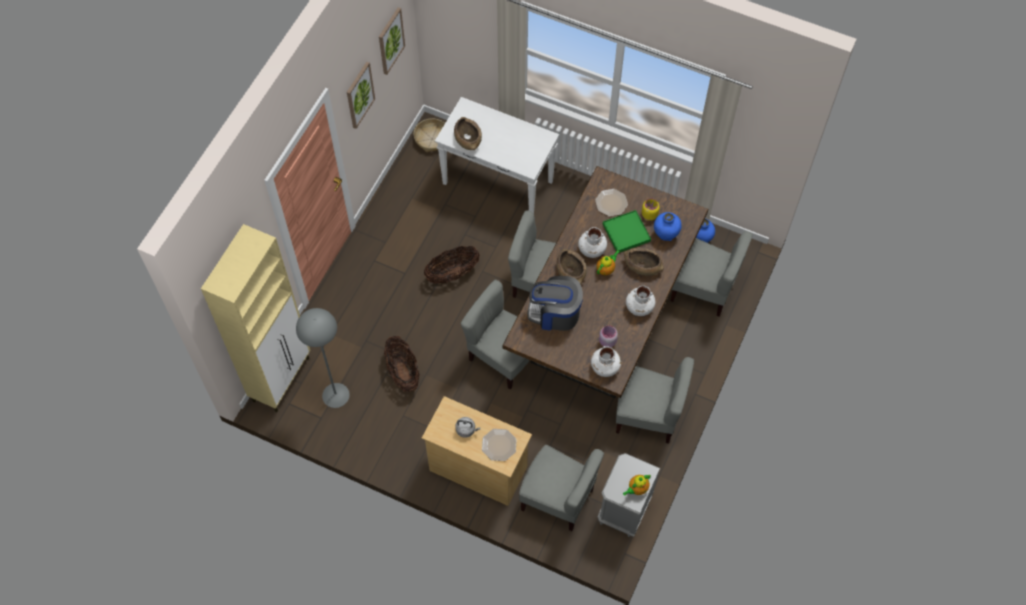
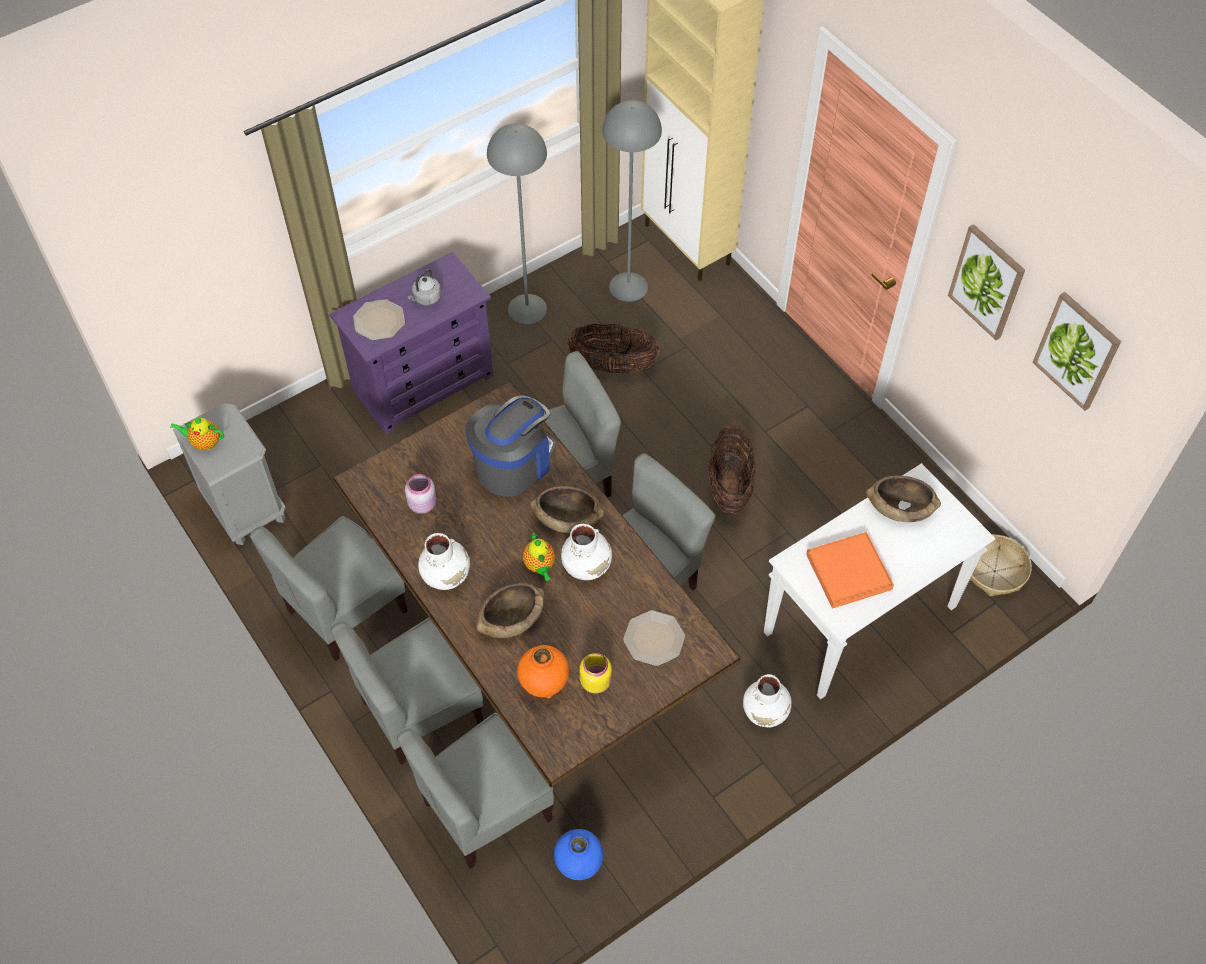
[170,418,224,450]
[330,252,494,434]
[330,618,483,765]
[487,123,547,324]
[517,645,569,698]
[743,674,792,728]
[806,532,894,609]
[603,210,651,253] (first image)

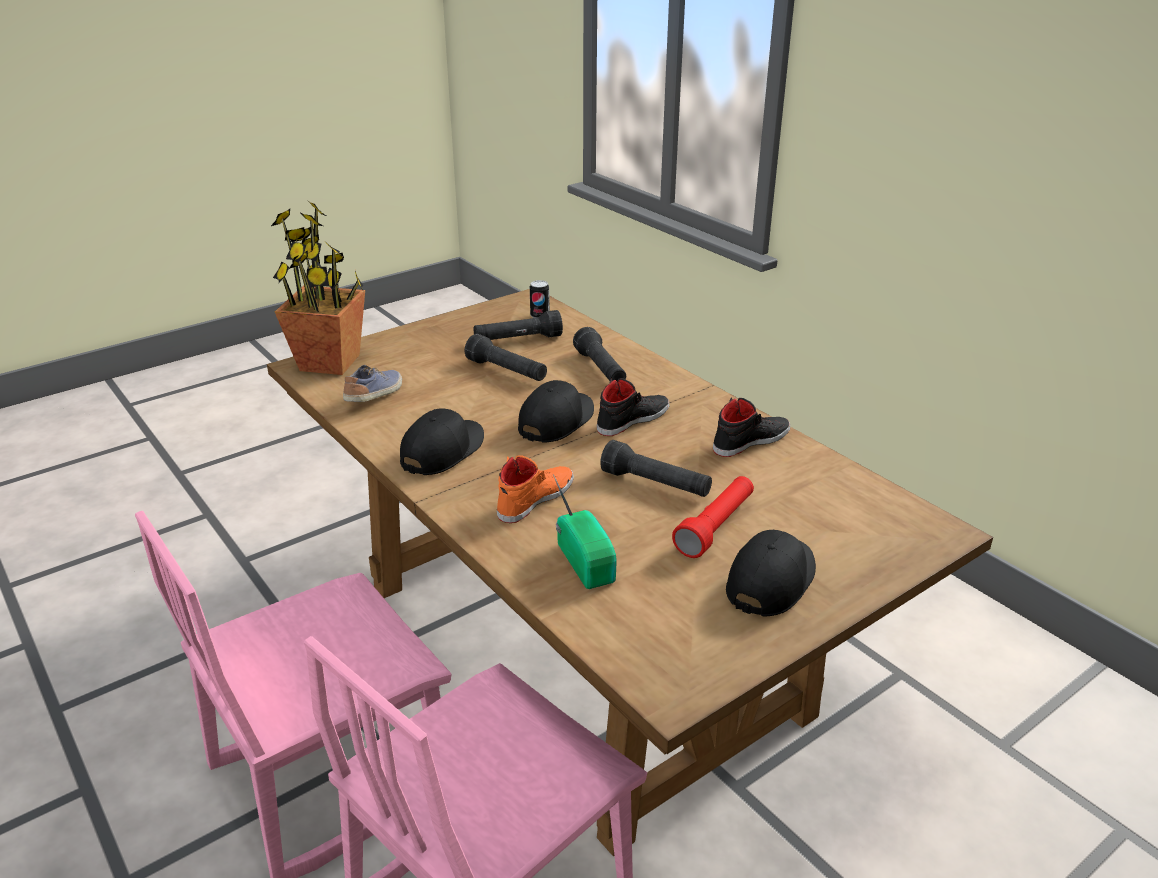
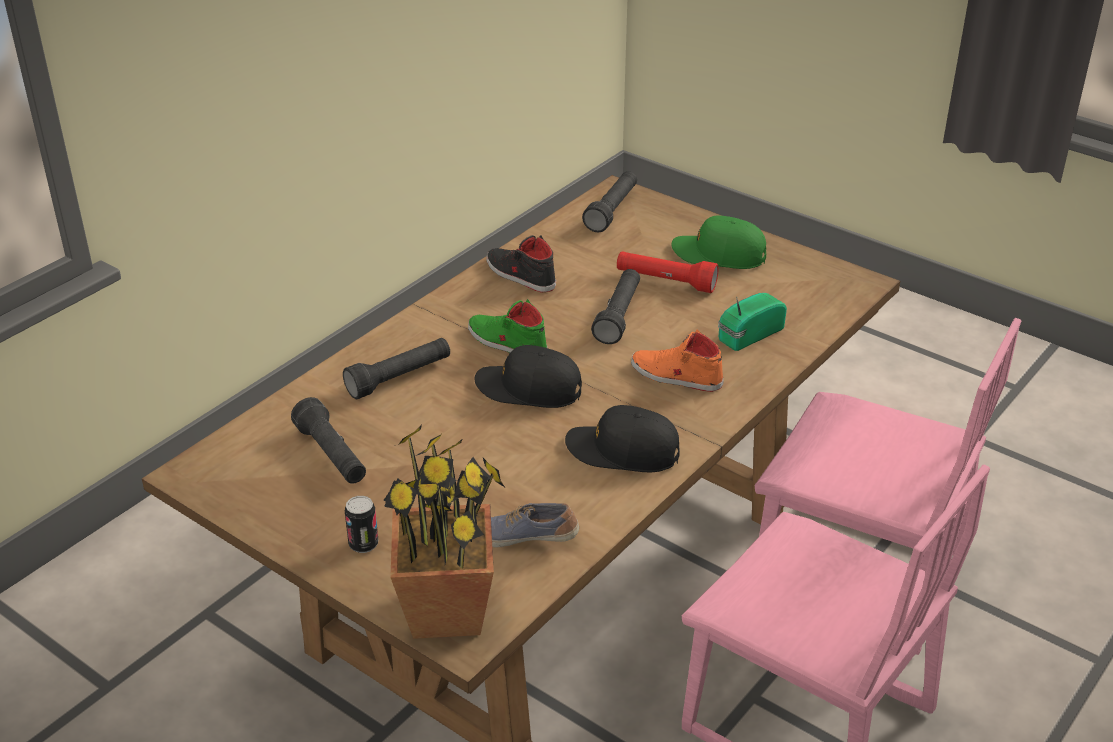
[345,496,378,553]
[468,299,548,353]
[582,171,637,232]
[672,215,766,269]

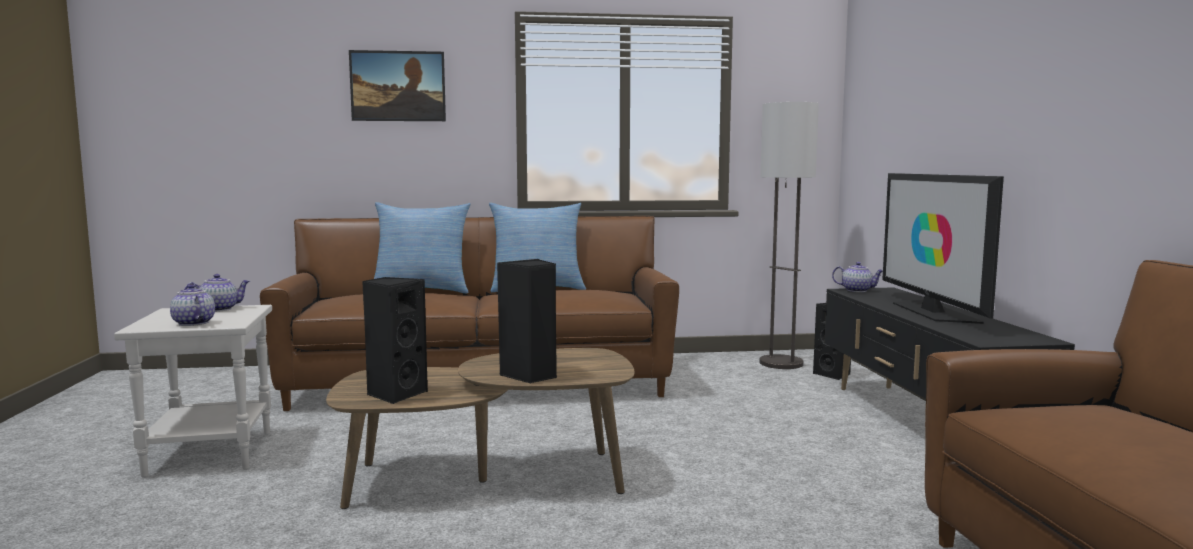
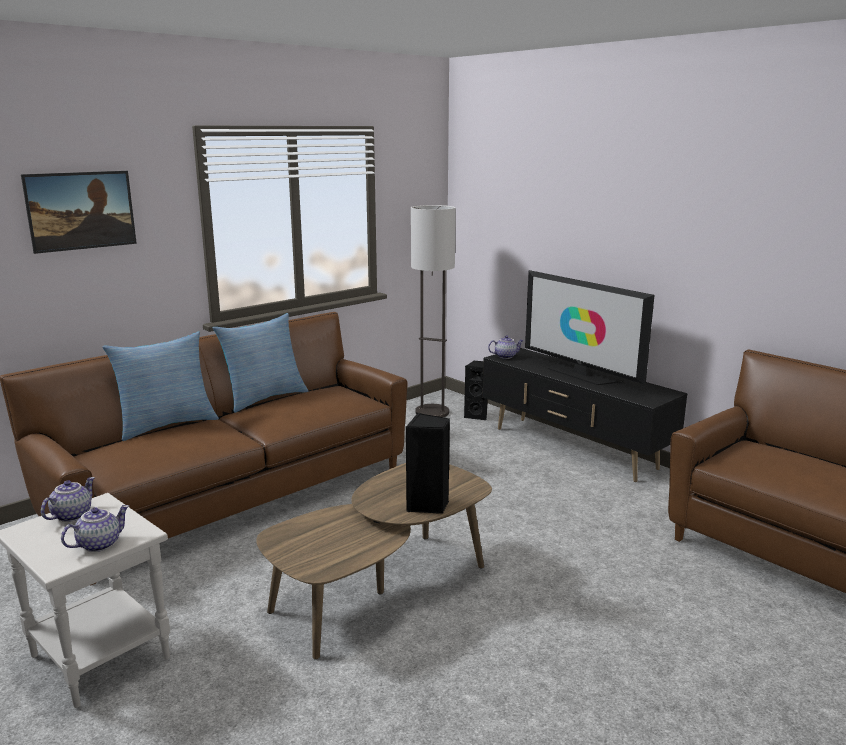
[61,505,129,552]
[362,277,428,404] (first image)

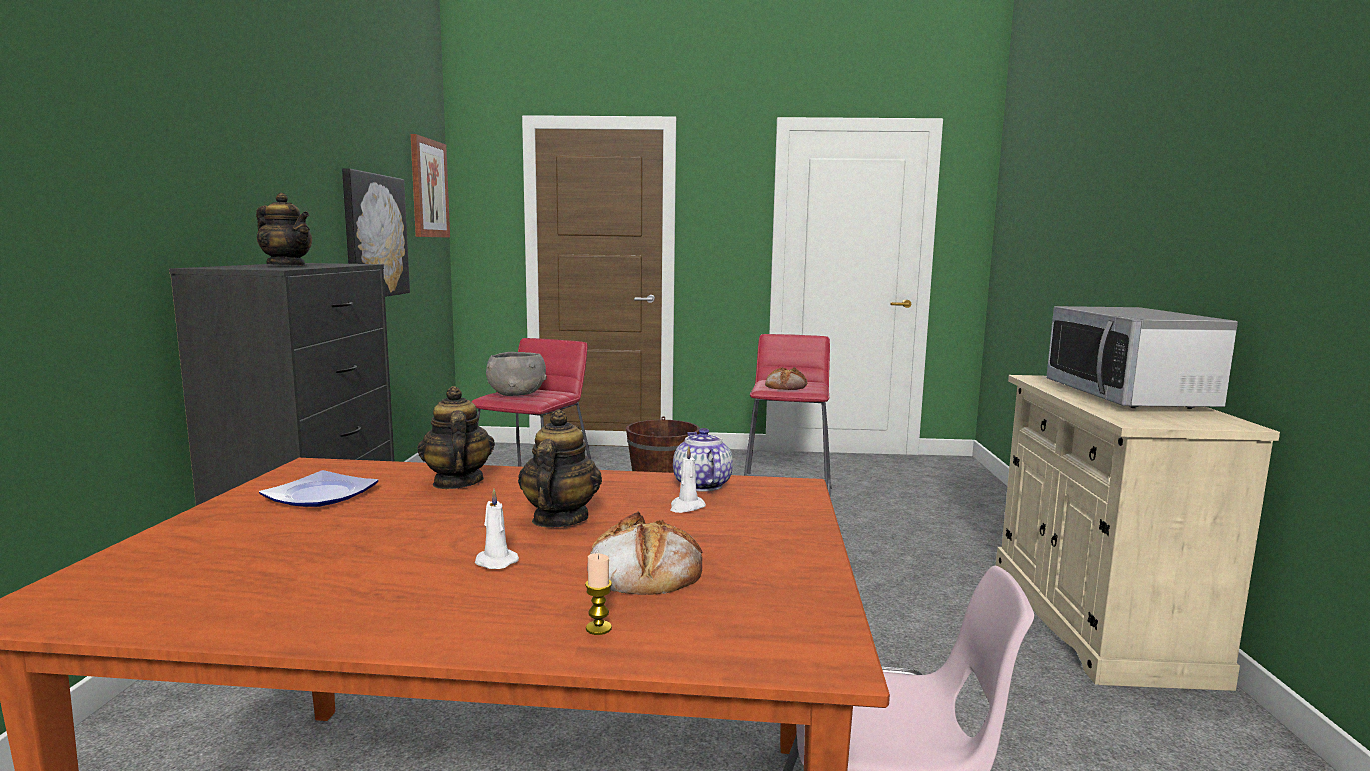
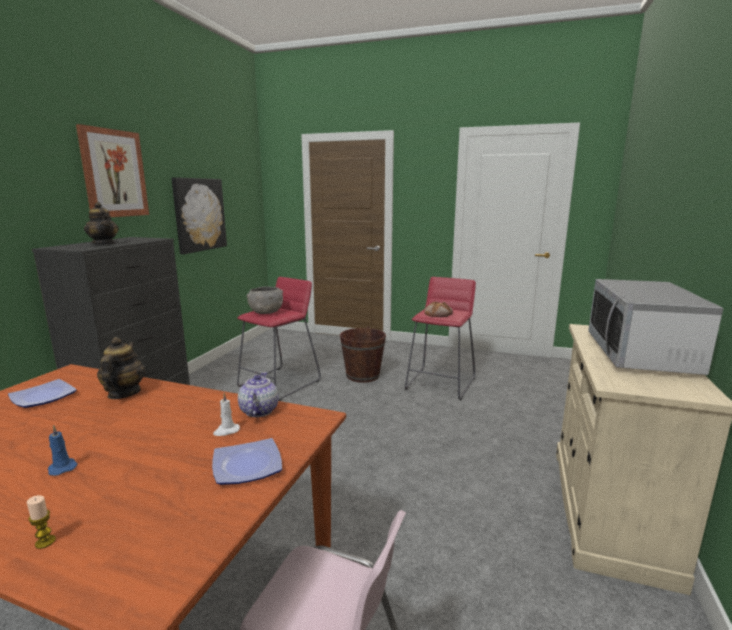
[48,425,78,476]
[76,124,149,217]
[212,438,282,485]
[518,409,602,528] (first image)
[587,512,702,595] (first image)

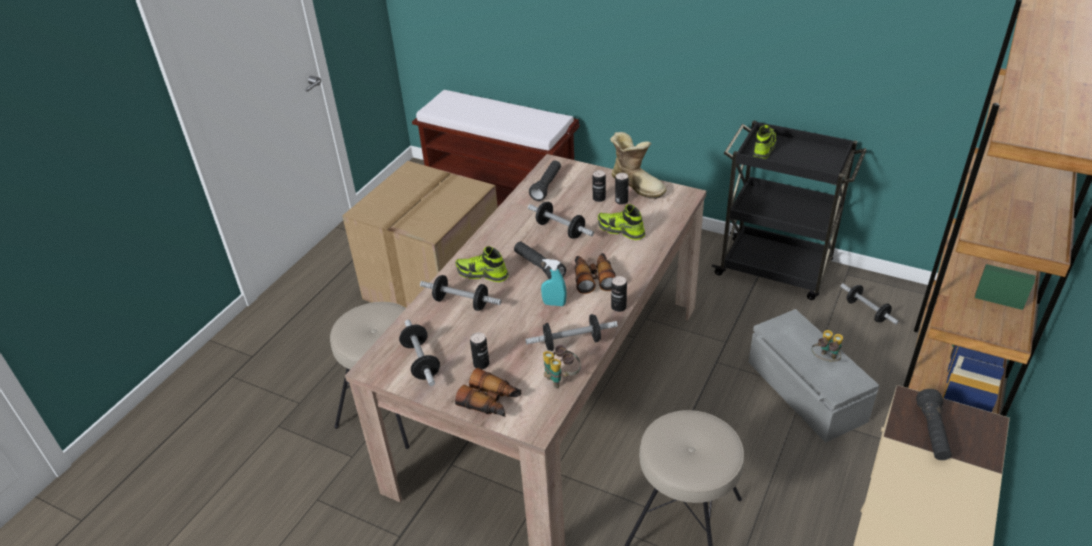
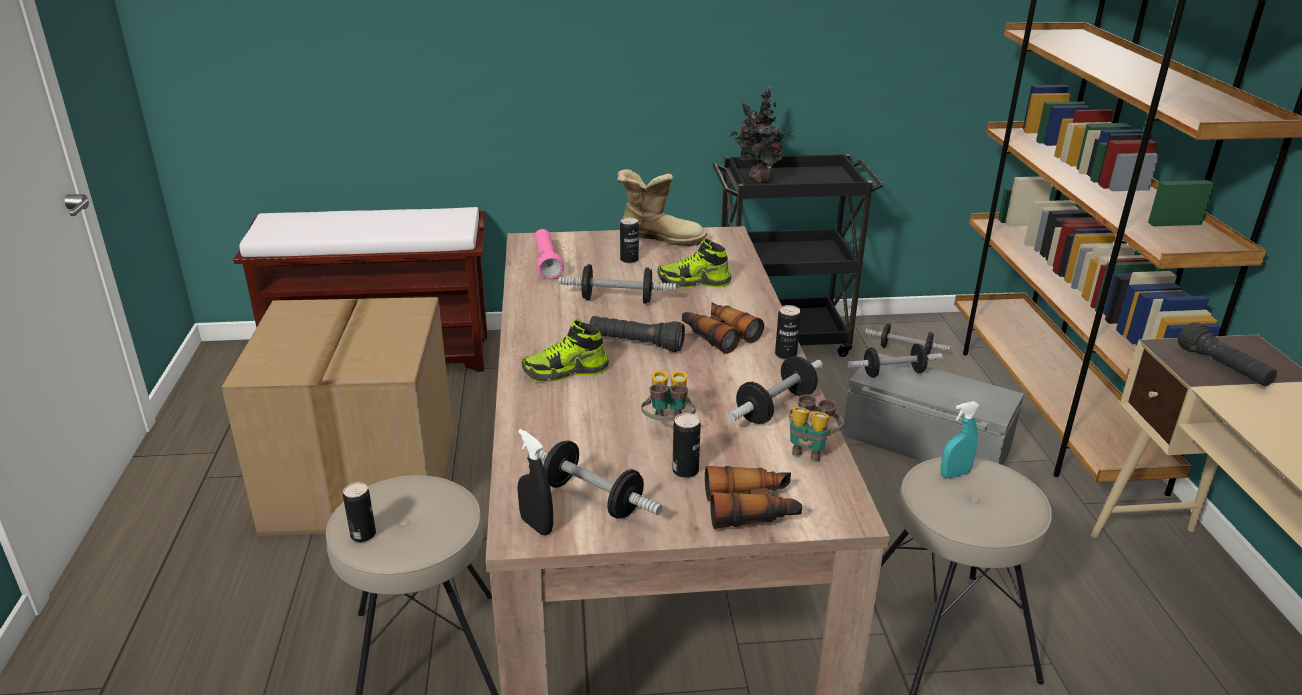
[343,482,376,542]
[517,429,553,535]
[534,229,564,279]
[641,370,696,421]
[729,86,794,184]
[848,344,943,378]
[941,401,980,478]

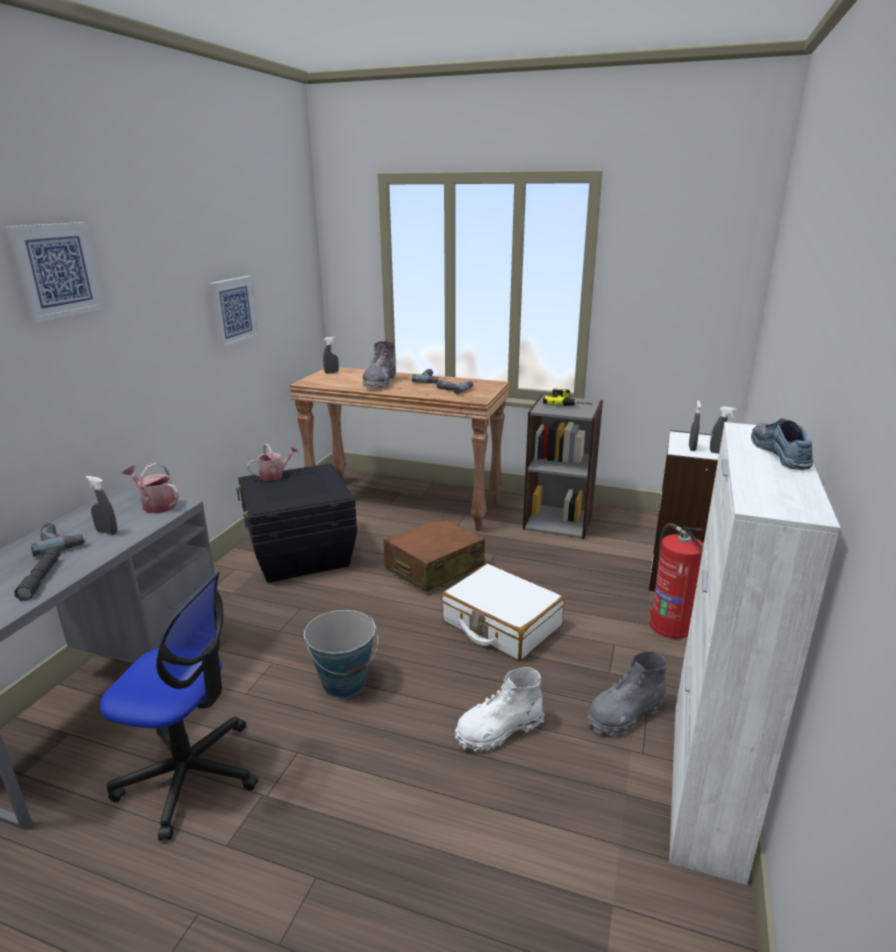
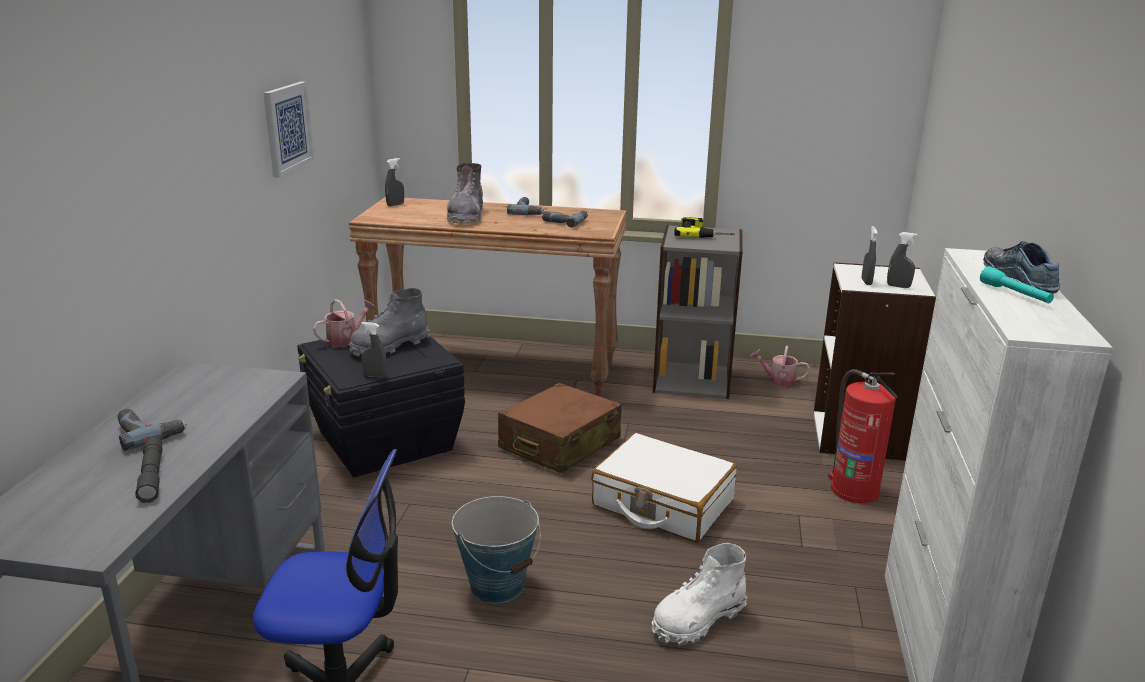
[349,288,430,356]
[361,322,387,378]
[751,346,810,387]
[980,266,1054,303]
[5,222,105,323] (first image)

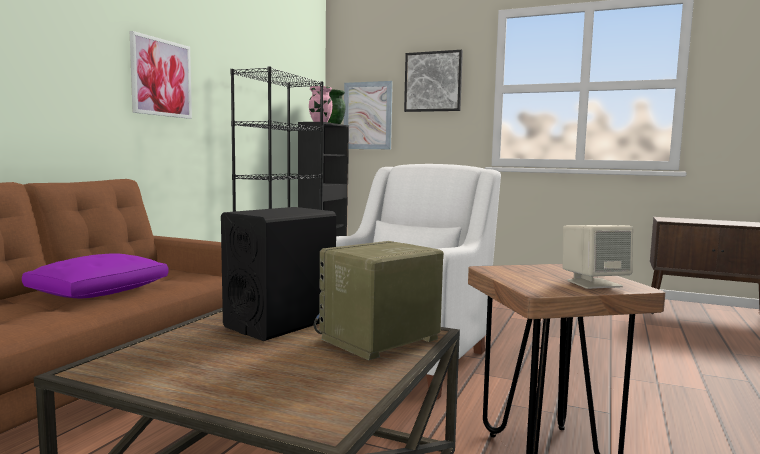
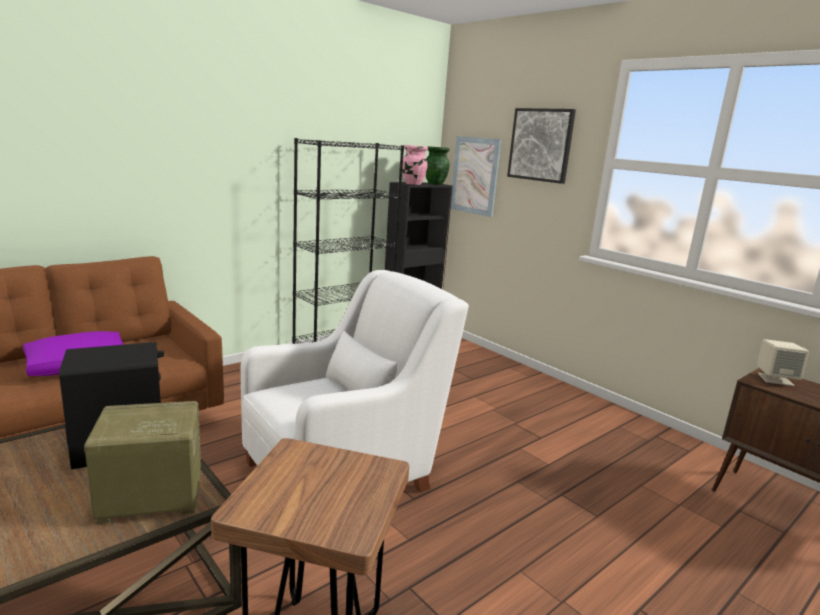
[757,339,809,386]
[130,31,192,119] (first image)

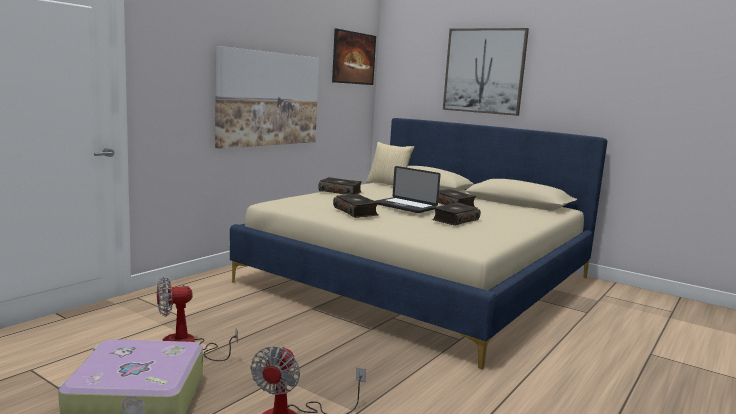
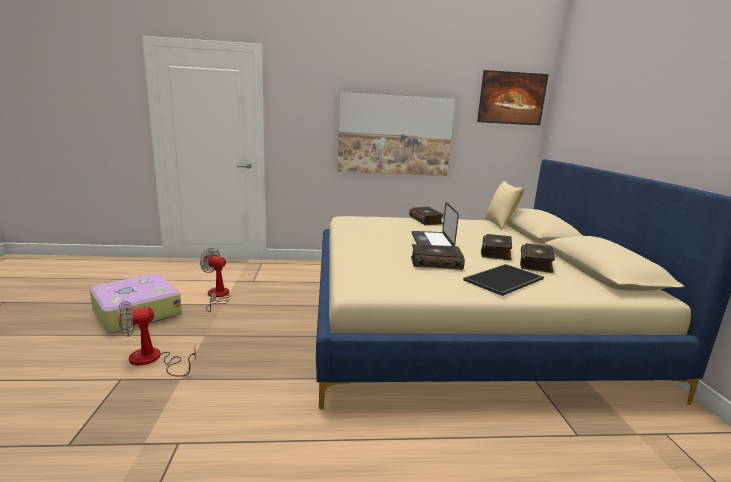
[463,264,544,296]
[520,243,555,273]
[443,28,529,116] (first image)

